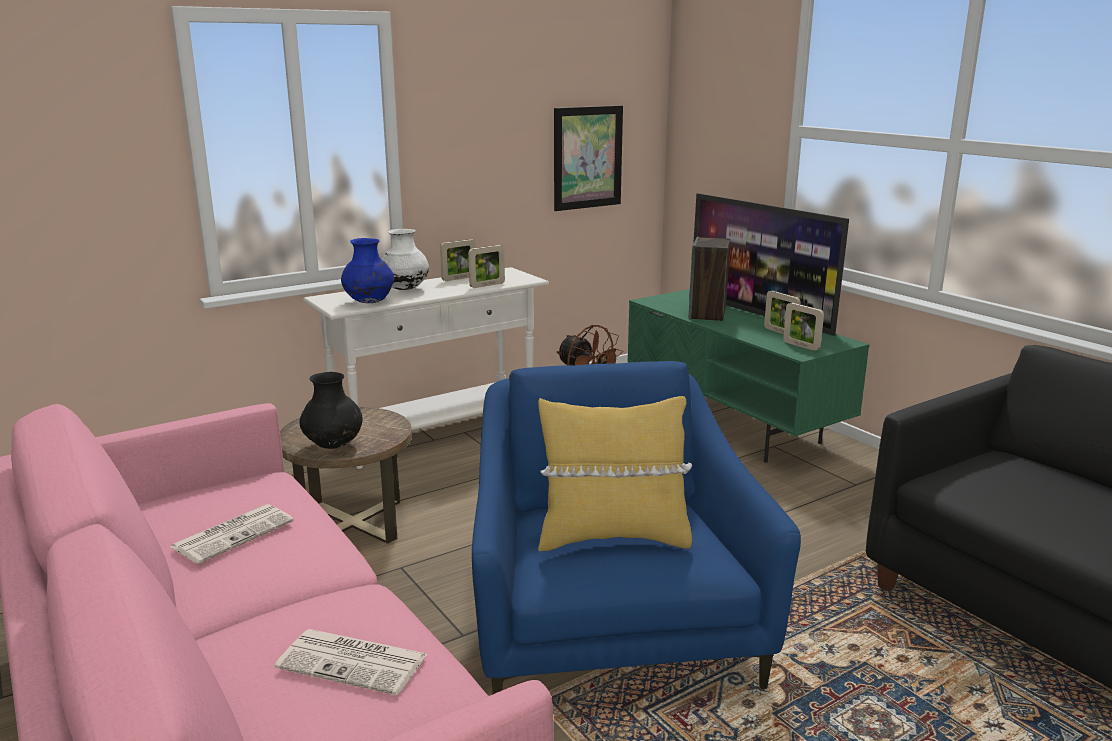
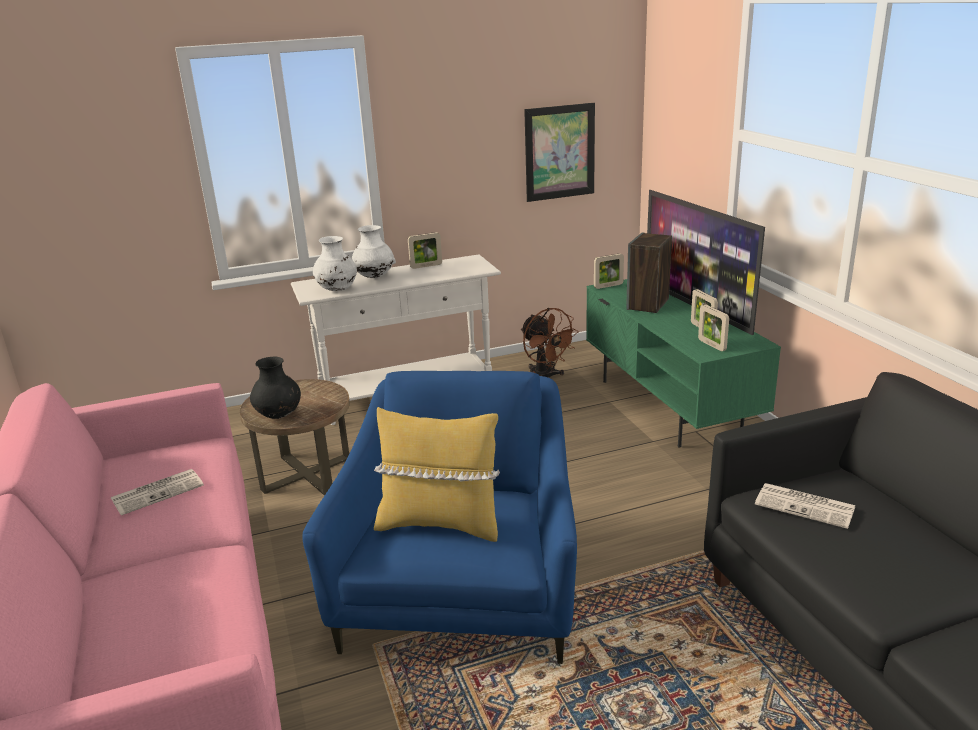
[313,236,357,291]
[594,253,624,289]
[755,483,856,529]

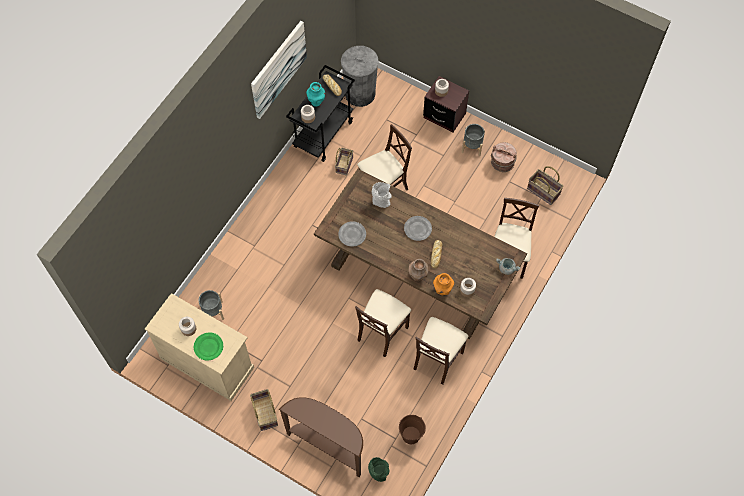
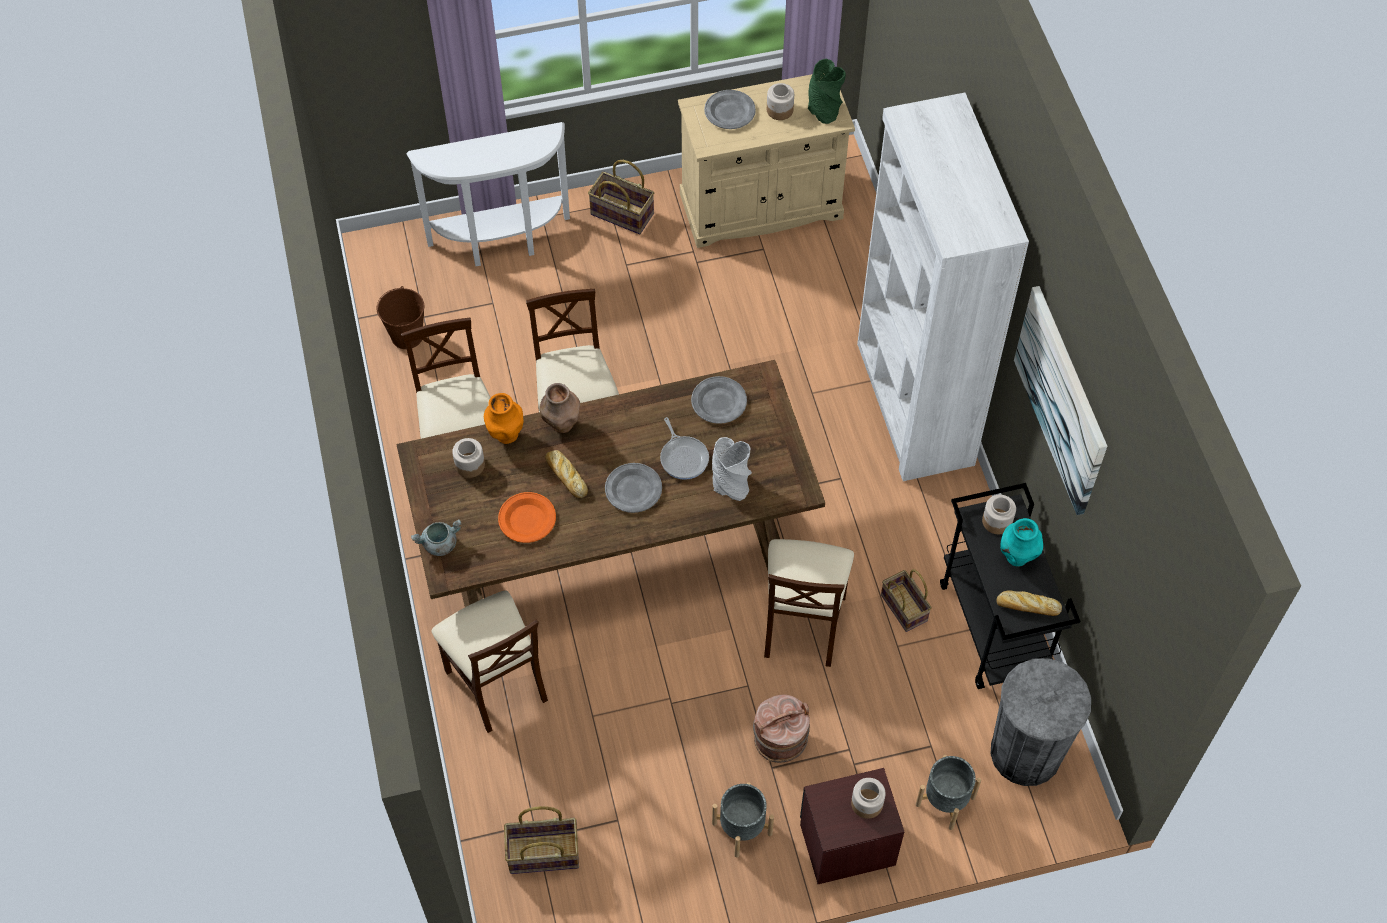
[406,122,570,266]
[498,492,556,543]
[660,417,709,480]
[704,90,756,129]
[753,695,810,763]
[808,59,846,124]
[857,93,1029,481]
[916,755,981,830]

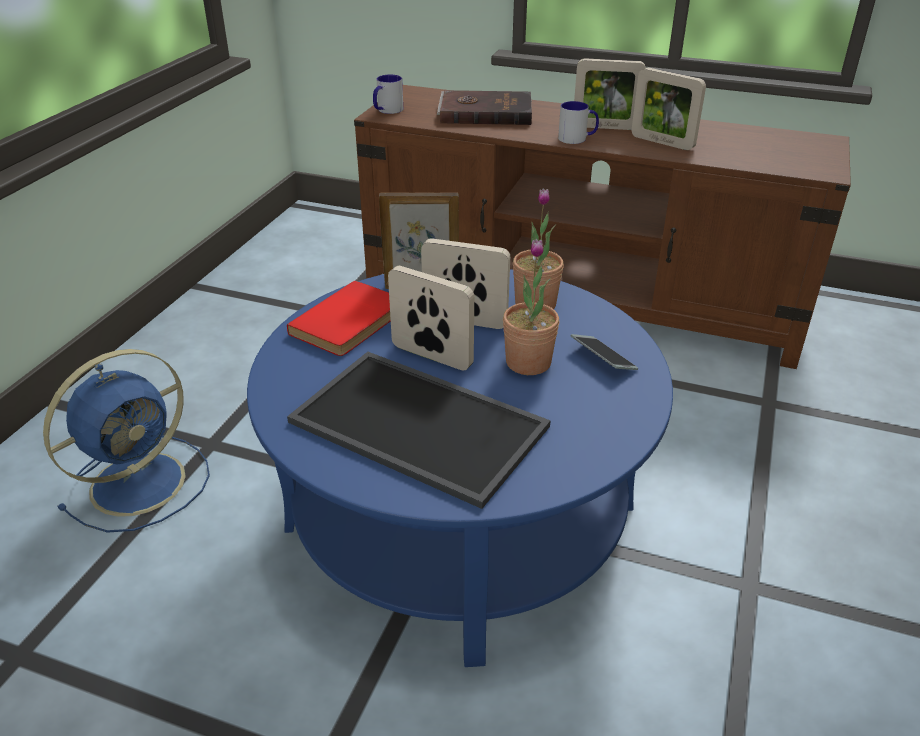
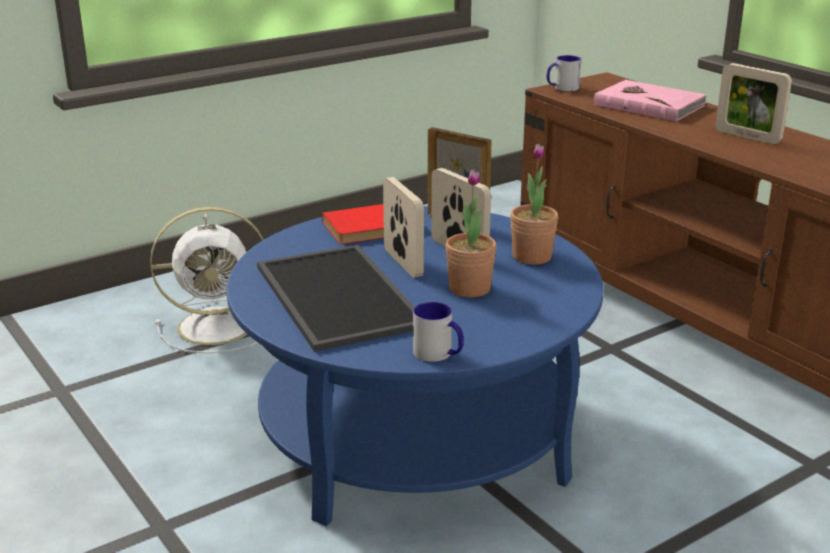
[150,207,264,353]
[413,302,464,362]
[594,80,707,122]
[571,334,638,370] (first image)
[632,68,706,150] (first image)

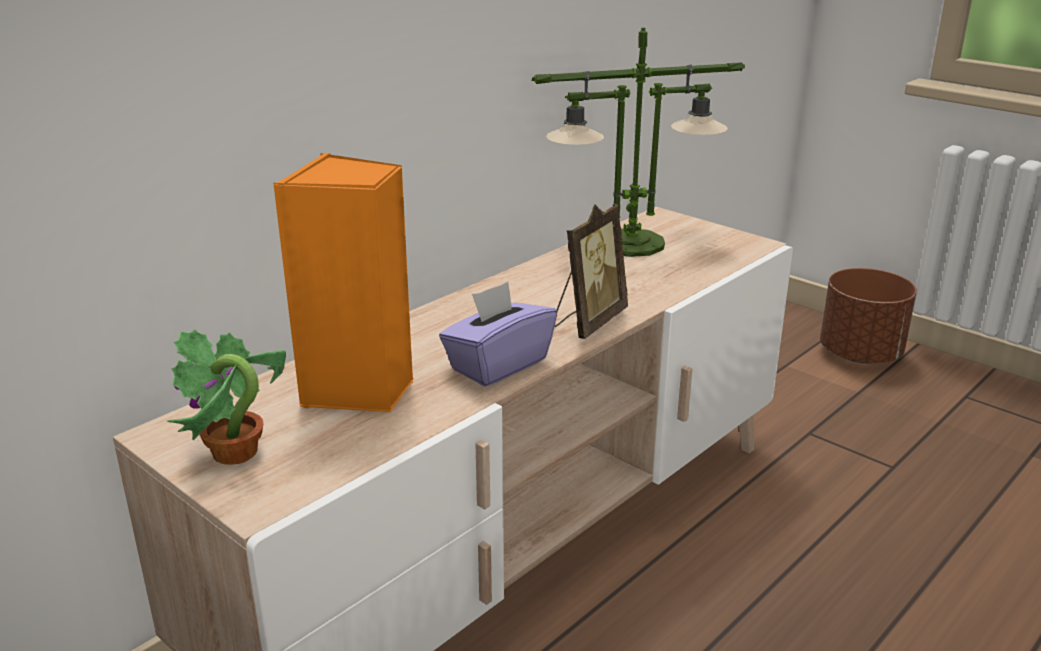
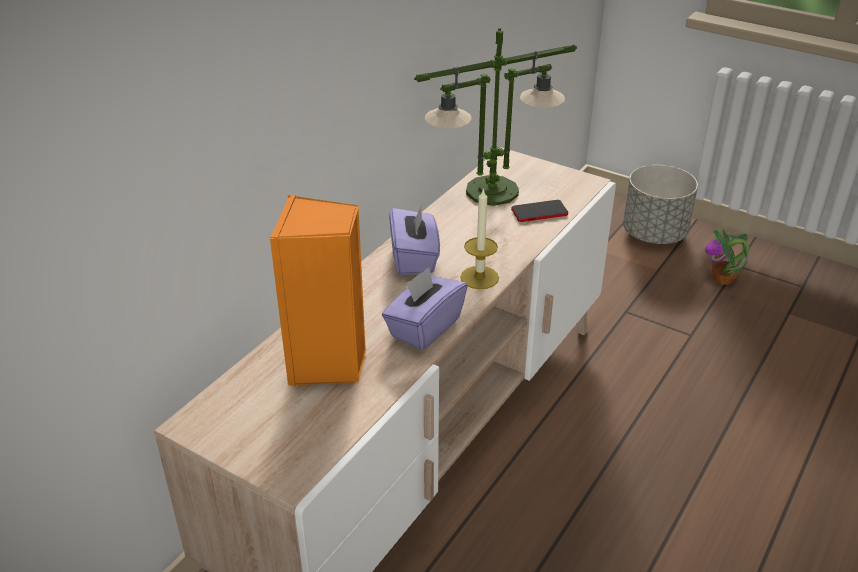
[389,203,440,275]
[460,188,499,289]
[511,200,568,222]
[623,165,698,244]
[705,228,750,285]

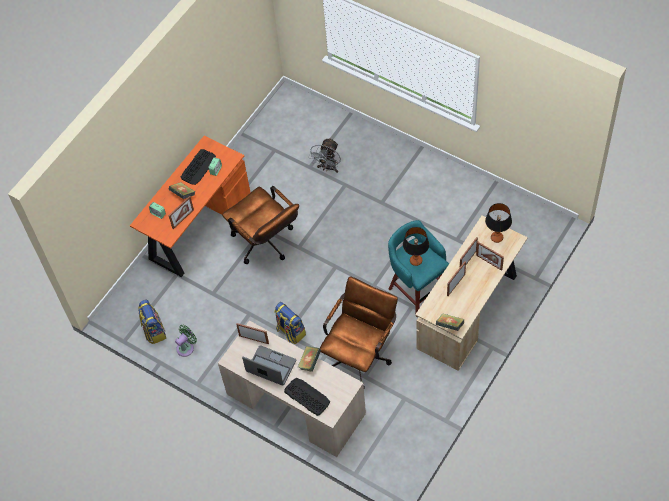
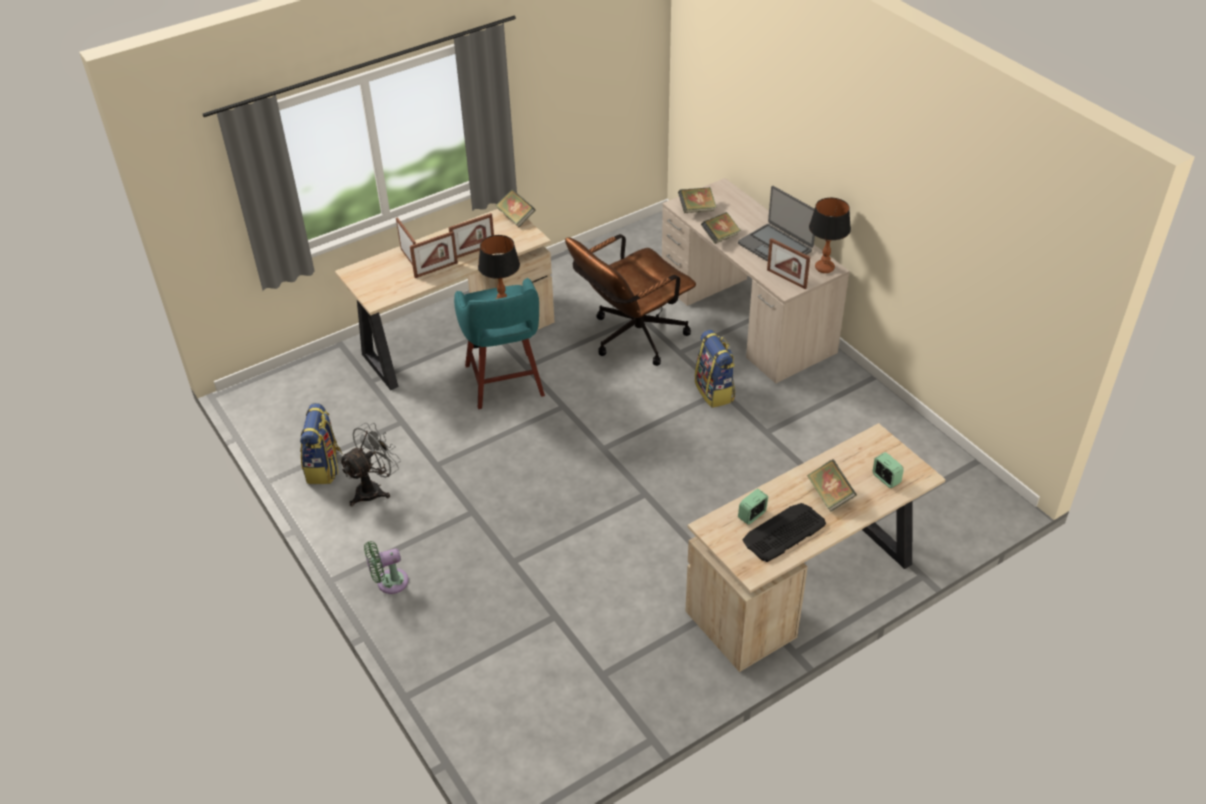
[300,403,342,484]
[339,423,401,507]
[364,541,409,594]
[678,187,717,213]
[686,423,946,672]
[809,198,851,273]
[168,196,194,229] (first image)
[222,186,299,264] (first image)
[284,378,330,416] (first image)

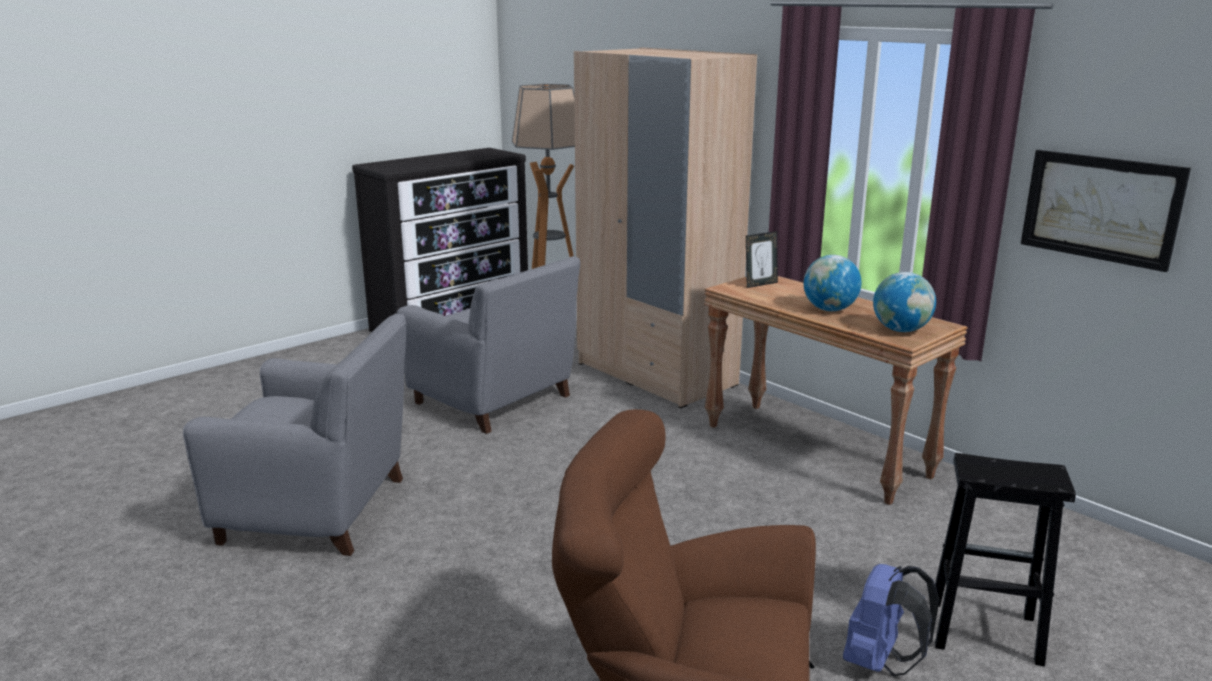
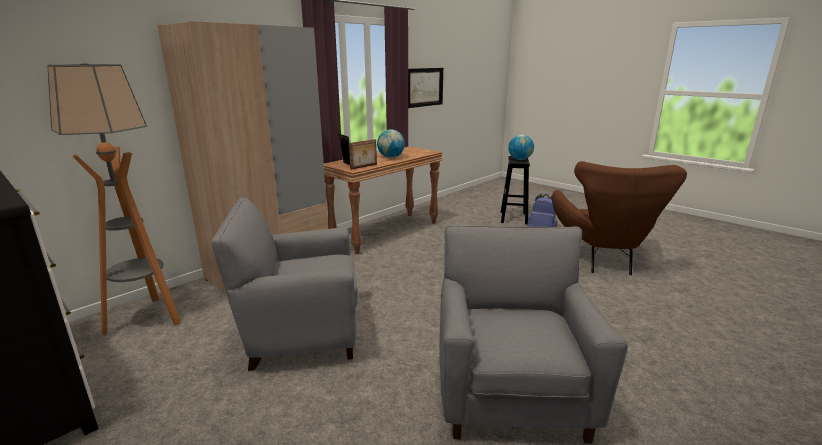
[211,197,358,371]
[349,139,377,170]
[508,135,534,160]

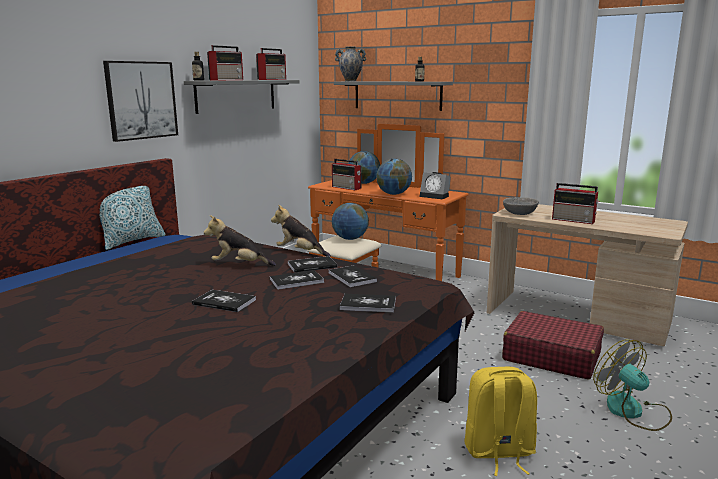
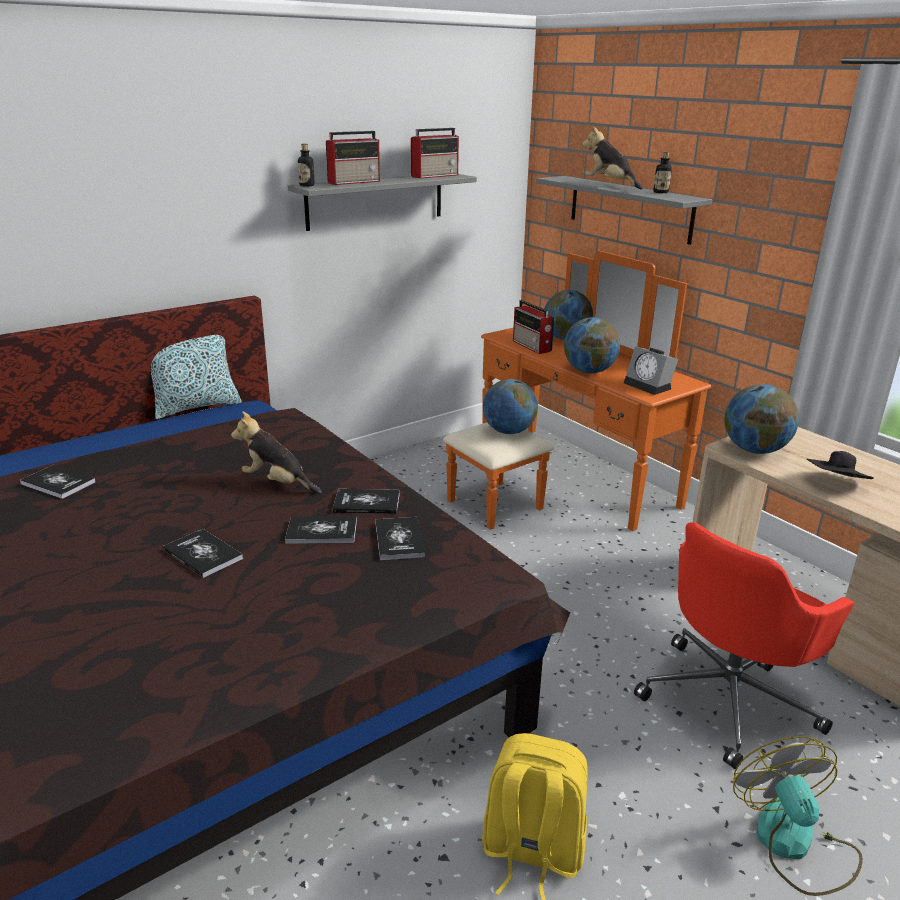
[20,465,95,499]
[582,126,643,190]
[634,522,855,769]
[725,384,799,454]
[807,451,874,479]
[103,61,178,142] (first image)
[335,46,366,81] (first image)

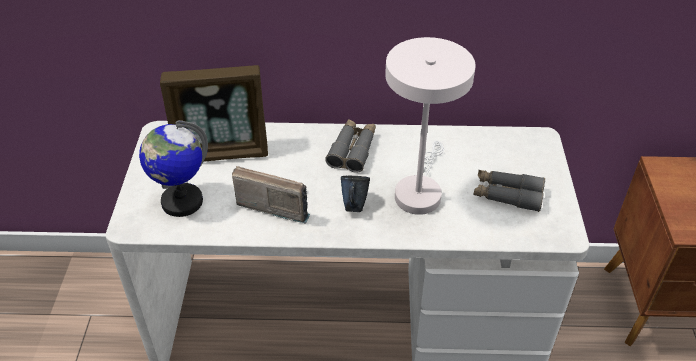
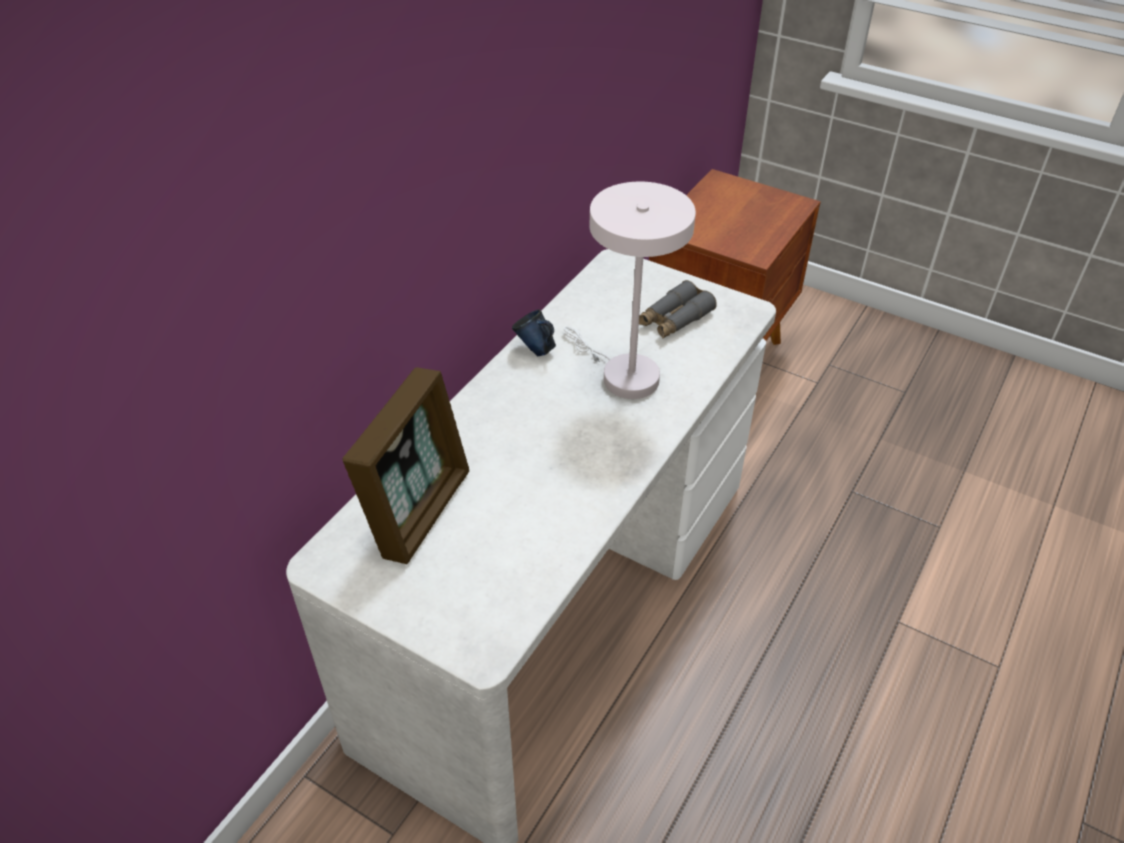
[512,310,556,356]
[139,120,208,217] (first image)
[232,166,310,224] (first image)
[325,119,376,173] (first image)

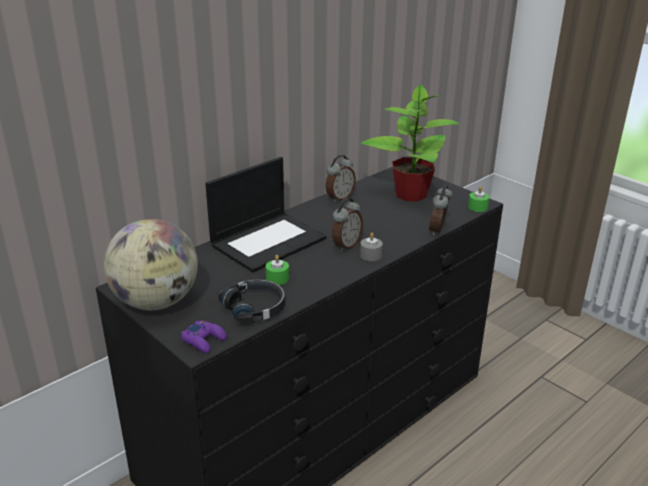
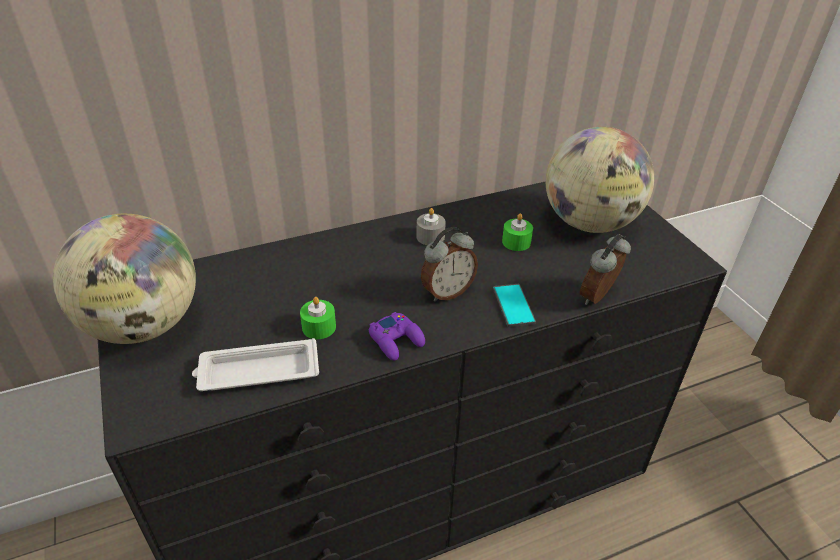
[192,338,319,391]
[369,312,425,361]
[416,208,446,245]
[493,284,536,327]
[502,213,533,251]
[546,127,654,233]
[205,157,326,273] (first image)
[326,155,356,202] (first image)

